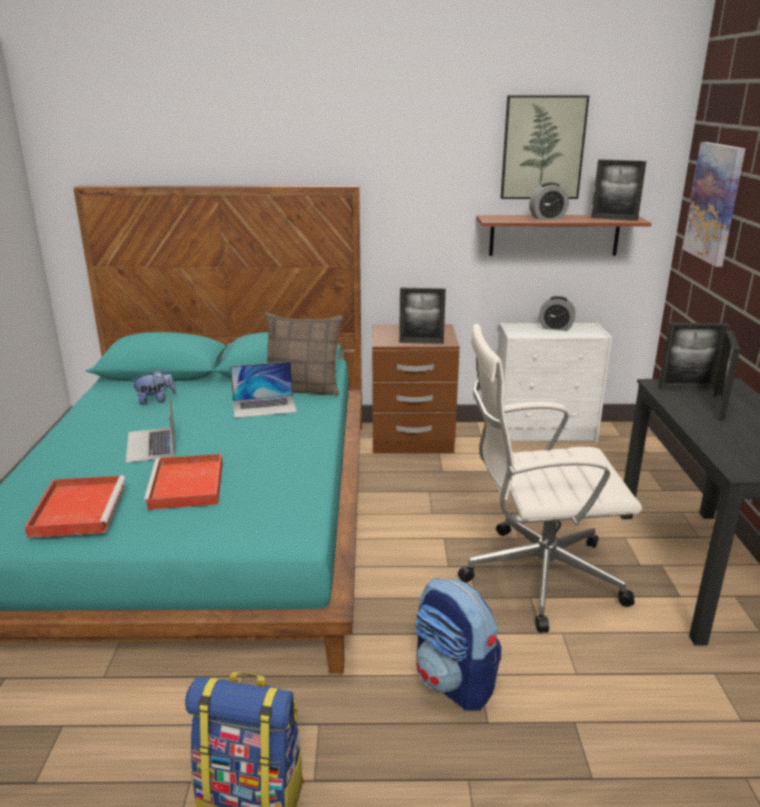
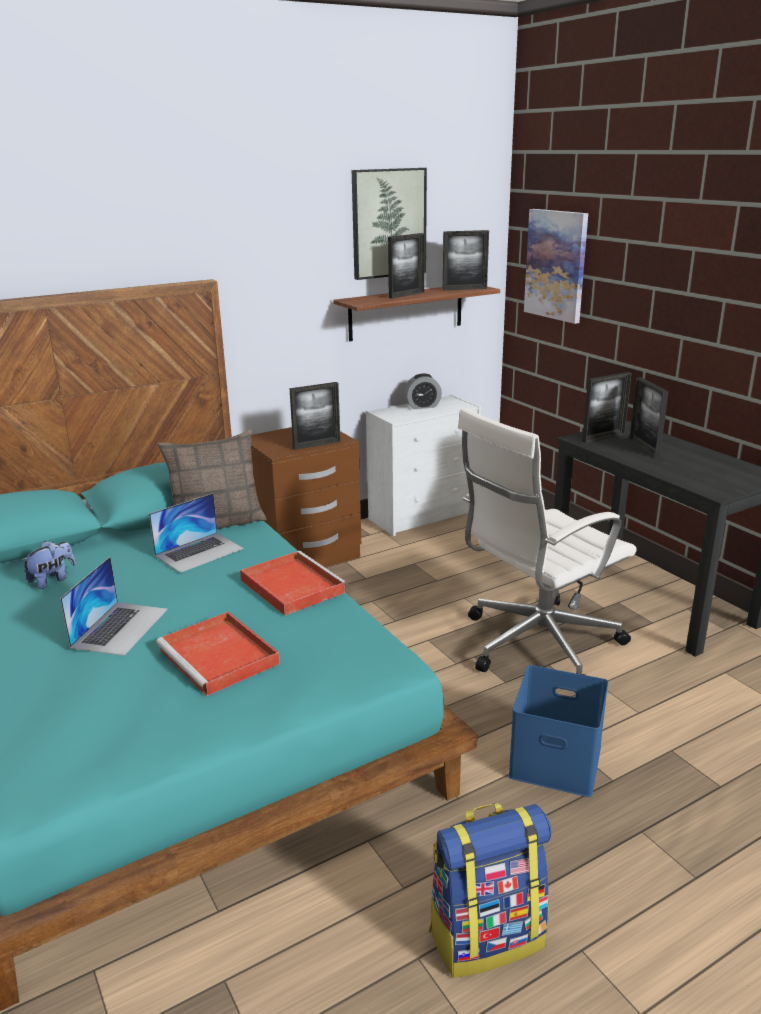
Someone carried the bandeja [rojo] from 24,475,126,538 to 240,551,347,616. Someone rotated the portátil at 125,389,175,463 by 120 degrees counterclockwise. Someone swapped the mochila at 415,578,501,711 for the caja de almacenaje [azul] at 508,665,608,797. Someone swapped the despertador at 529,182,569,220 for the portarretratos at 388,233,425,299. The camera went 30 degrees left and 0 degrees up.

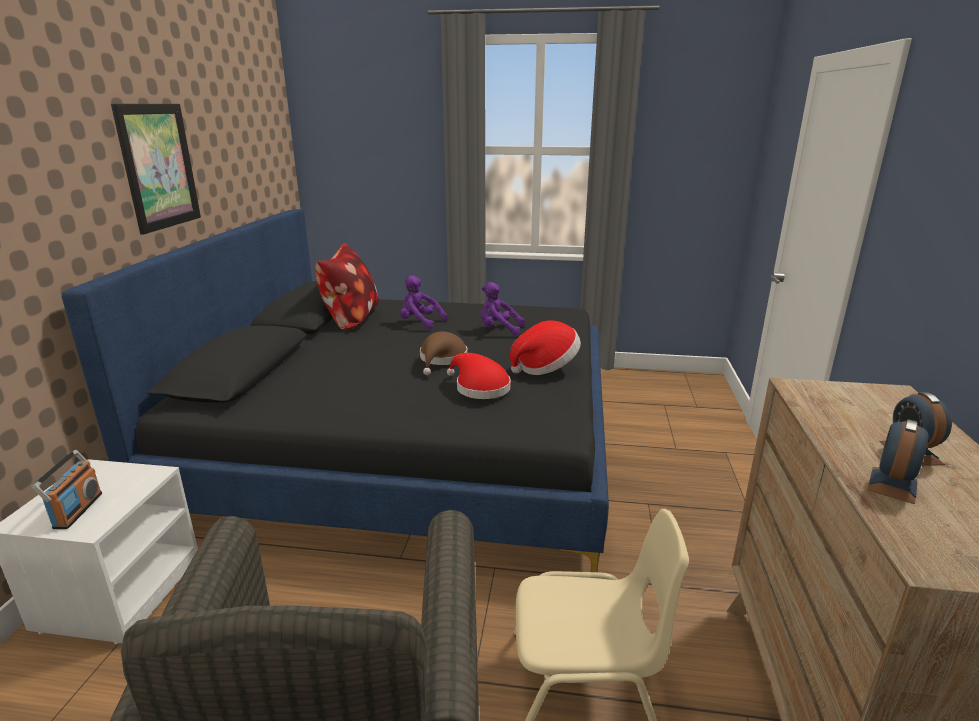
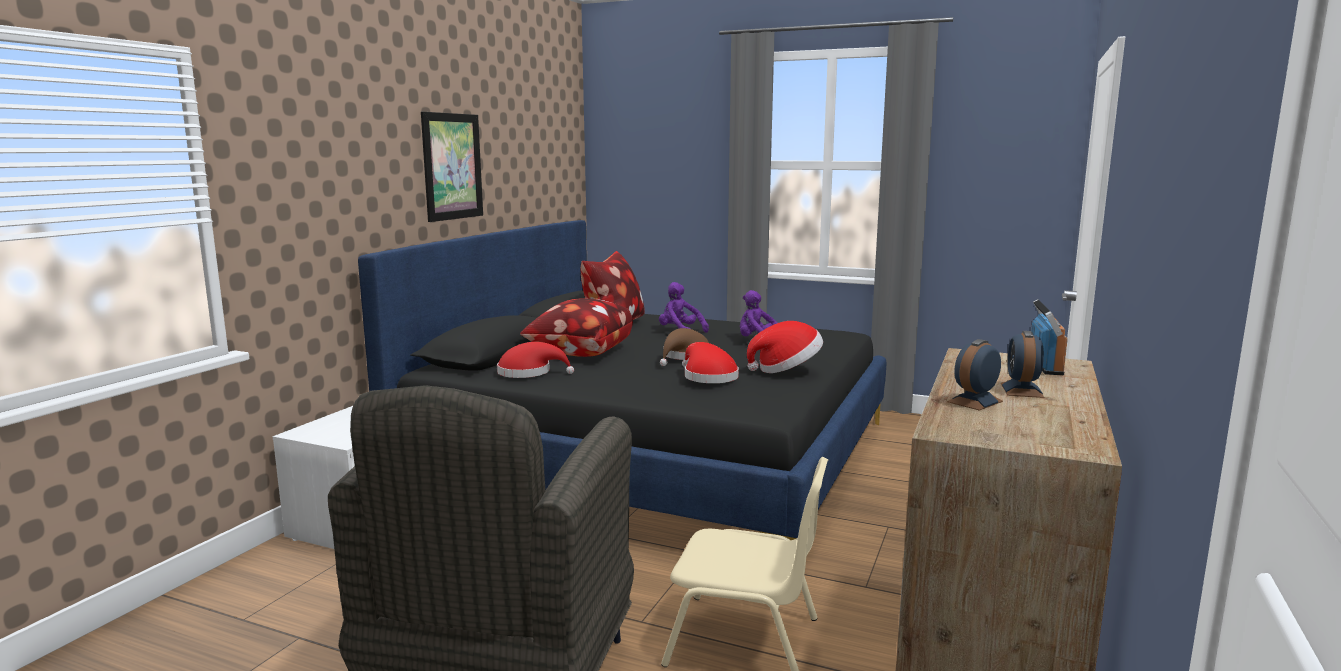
Someone carried the radio from 31,450,102,529 to 1031,299,1068,375. Someone put down the sombrero [rojo] at 497,342,574,378. Someone put down the cojín at 520,298,633,357. The camera went 15 degrees right and 10 degrees down.

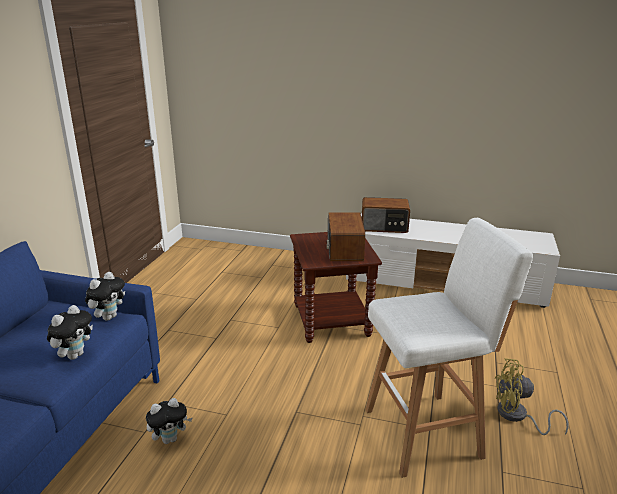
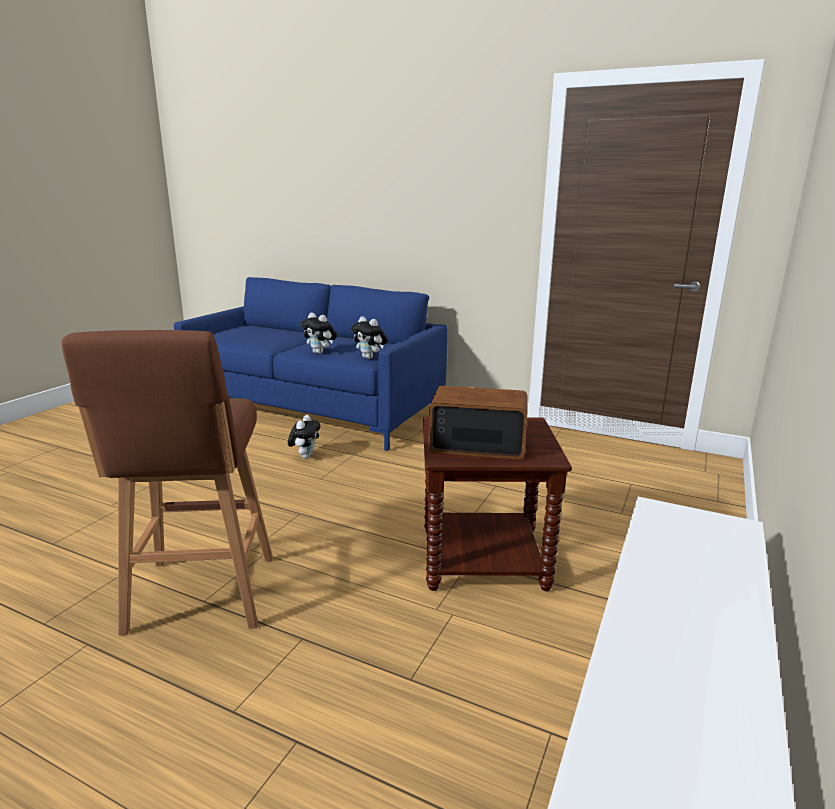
Someone rotated the peluche at 146,398,193,444 by 150 degrees counterclockwise. Someone took away the radio at 362,197,410,233. Someone repainted the taburete [blanco] at 365,218,533,478, which became the taburete [marrón] at 62,330,273,636. Someone took away the ventilador [amarillo] at 495,358,569,435. The camera went 100 degrees right and 5 degrees down.

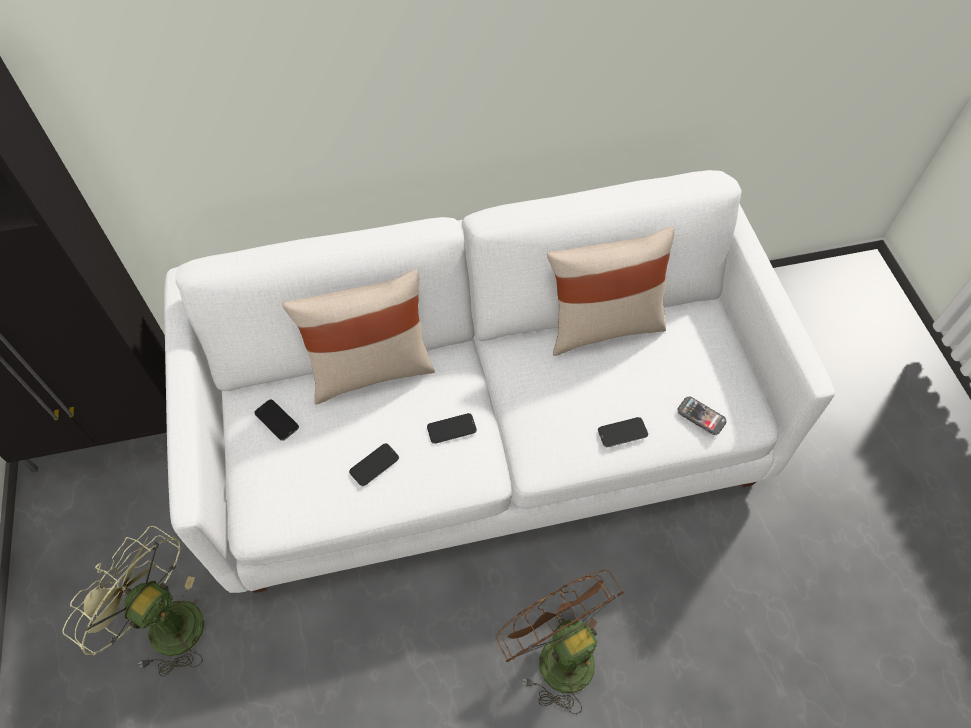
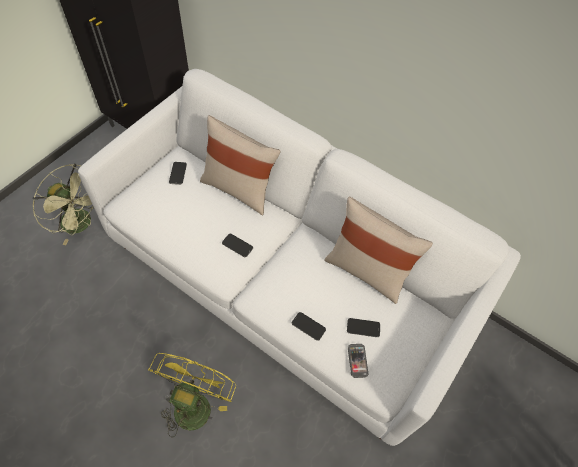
Someone rotated the ventilador [verde] at 63,526,204,677 by 135 degrees clockwise. Someone carried the móvil from 349,443,399,486 to 347,318,380,337. Someone repainted the ventilador [marrón] at 496,570,624,714, which became the ventilador [amarillo] at 148,353,236,438. The camera went 45 degrees right and 0 degrees up.

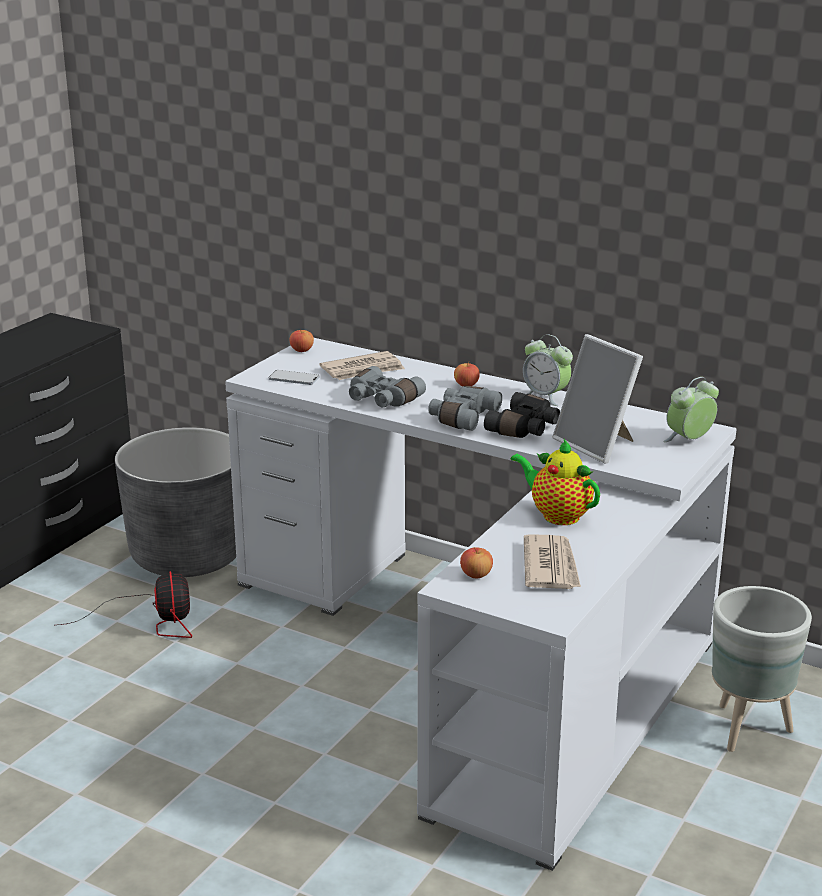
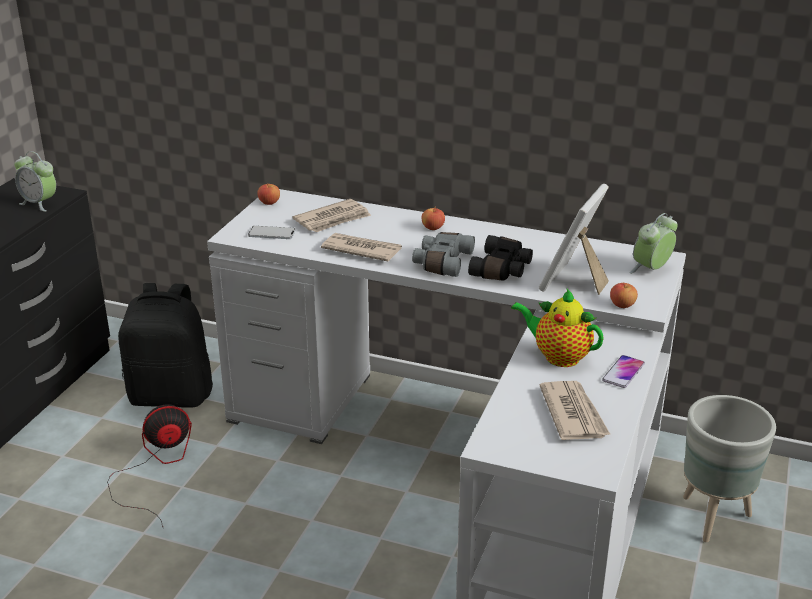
Someone rotated the ventilador at 58,571,192,638 by 90 degrees counterclockwise. Someone swapped the maceta [gris] at 115,427,236,577 for the mochila [negro] at 118,283,213,408. Someone swapped the prismáticos [gris] at 349,366,426,408 for the periódico at 321,233,402,262. Someone carried the manzana from 460,547,493,578 to 610,283,638,308. Someone carried the despertador from 523,334,573,406 to 15,151,56,212. Someone rotated the portarretratos at 552,334,643,464 by 75 degrees clockwise. Someone put down the móvil at 602,355,645,388. The camera went 10 degrees left and 5 degrees up.

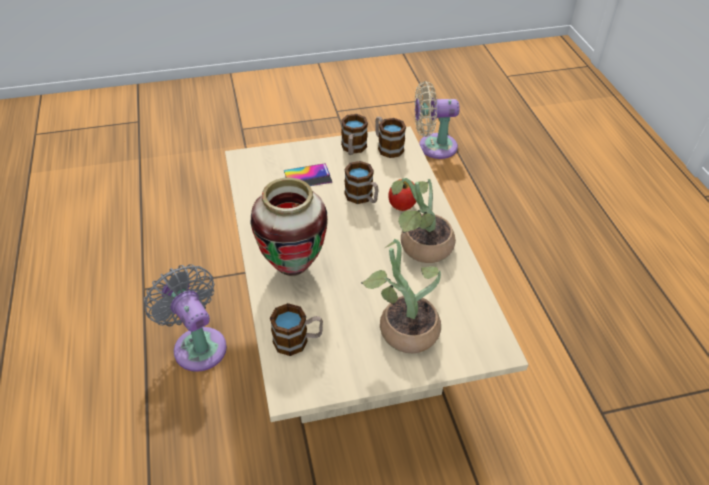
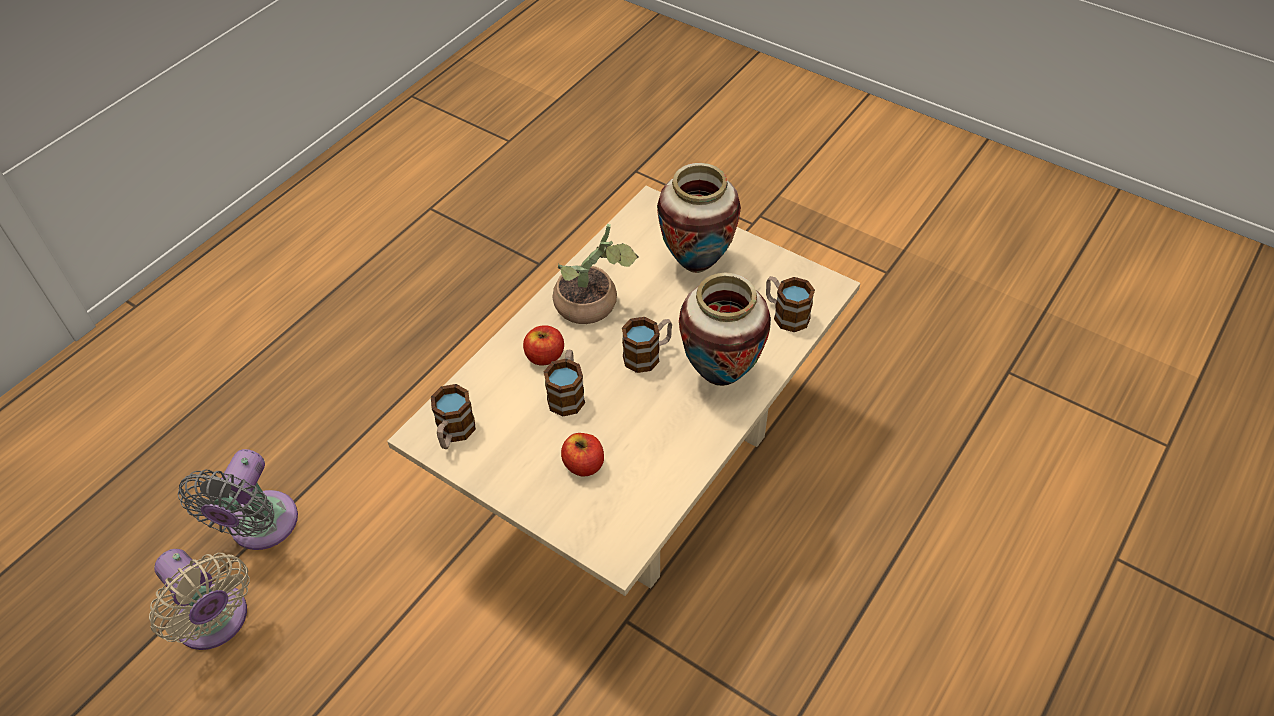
Someone carried the ventilador [gris] from 144,264,227,372 to 178,449,298,550. Someone swapped the móvil at 284,163,333,186 for the manzana at 561,433,604,476. Someone carried the taza grande from 341,114,368,155 to 622,317,672,373. Someone swapped the planta en maceta at 361,239,441,353 for the florero at 657,163,741,273. The camera went 130 degrees left and 5 degrees up.

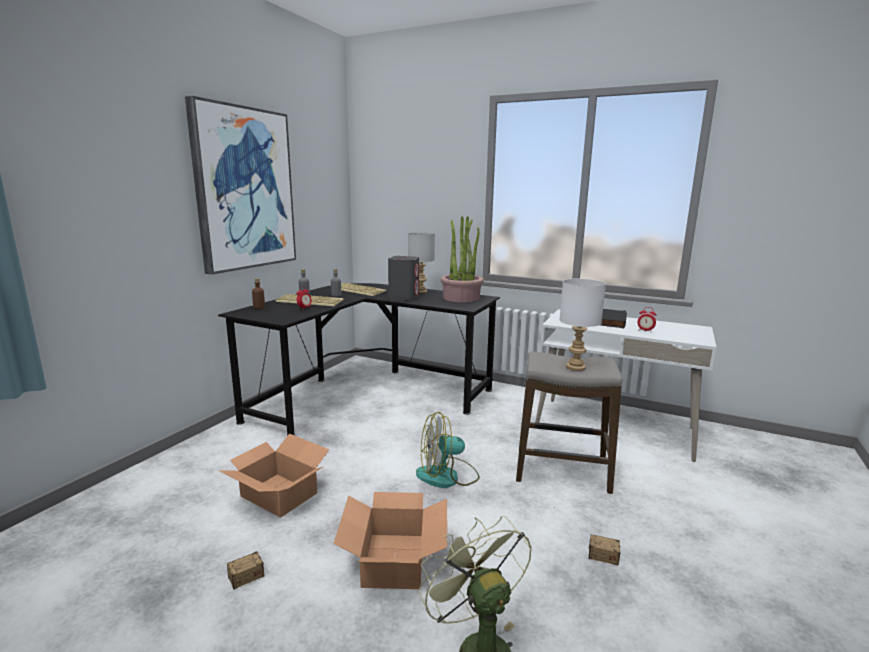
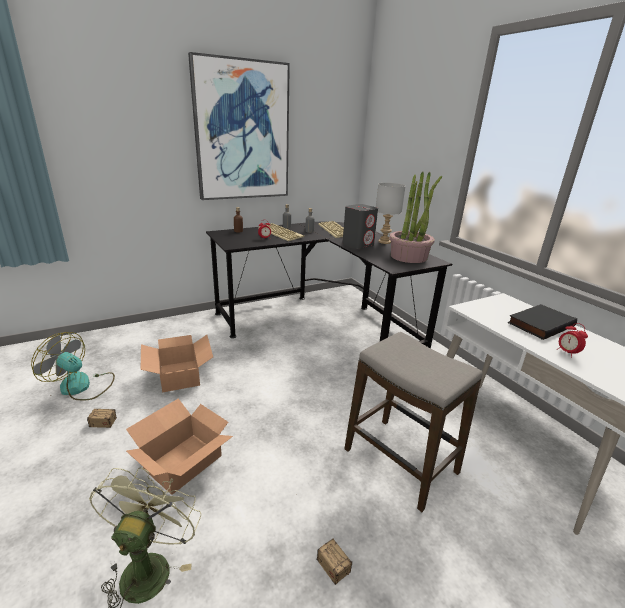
Someone carried the ventilador from 416,412,480,488 to 31,332,115,400. Someone took away the lámpara de mesa [blanco] at 559,279,606,371. The camera went 35 degrees right and 10 degrees up.

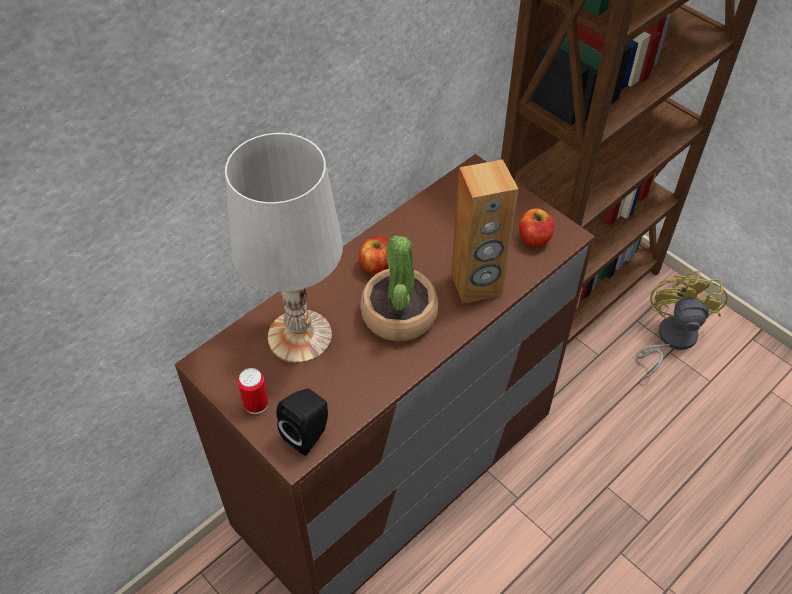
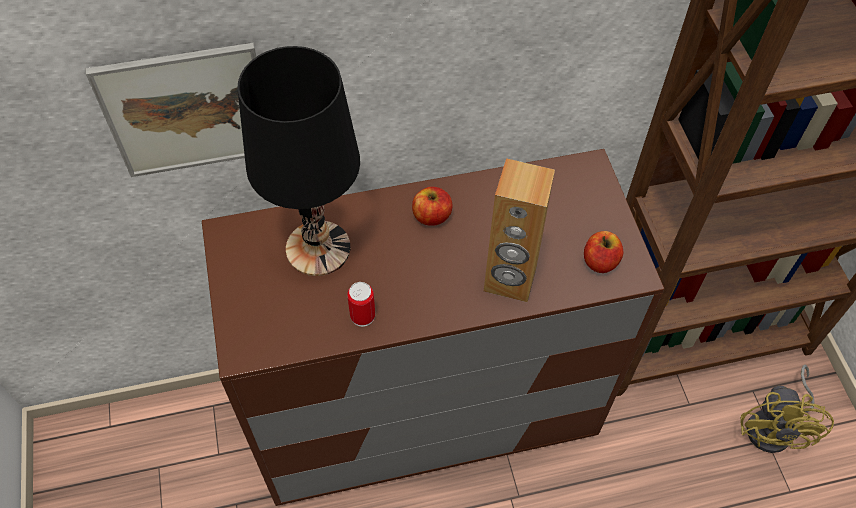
Someone repainted the lámpara de mesa [blanco] at 225,133,343,363, which became the lámpara de mesa [negro] at 237,46,360,276. Someone carried the lata from 238,368,269,414 to 347,282,375,327. Someone took away the altavoz [negro] at 276,389,328,456. Someone took away the planta en maceta at 360,235,438,341. Someone rotated the ventilador [amarillo] at 636,271,728,381 by 150 degrees clockwise. Someone put up the cuadro at 86,43,256,177. The camera went 30 degrees right and 5 degrees up.

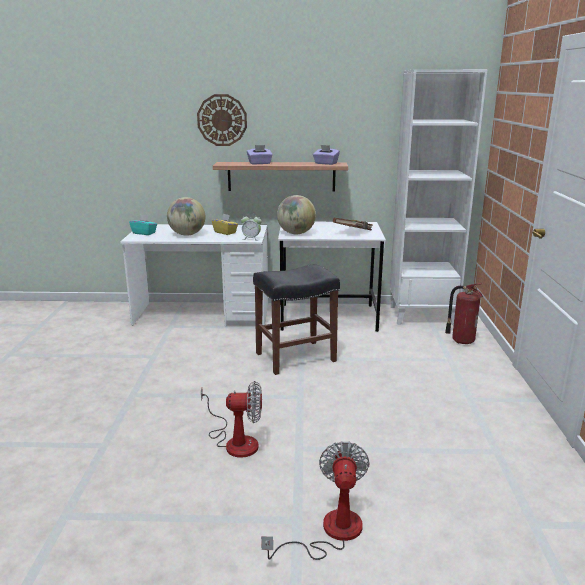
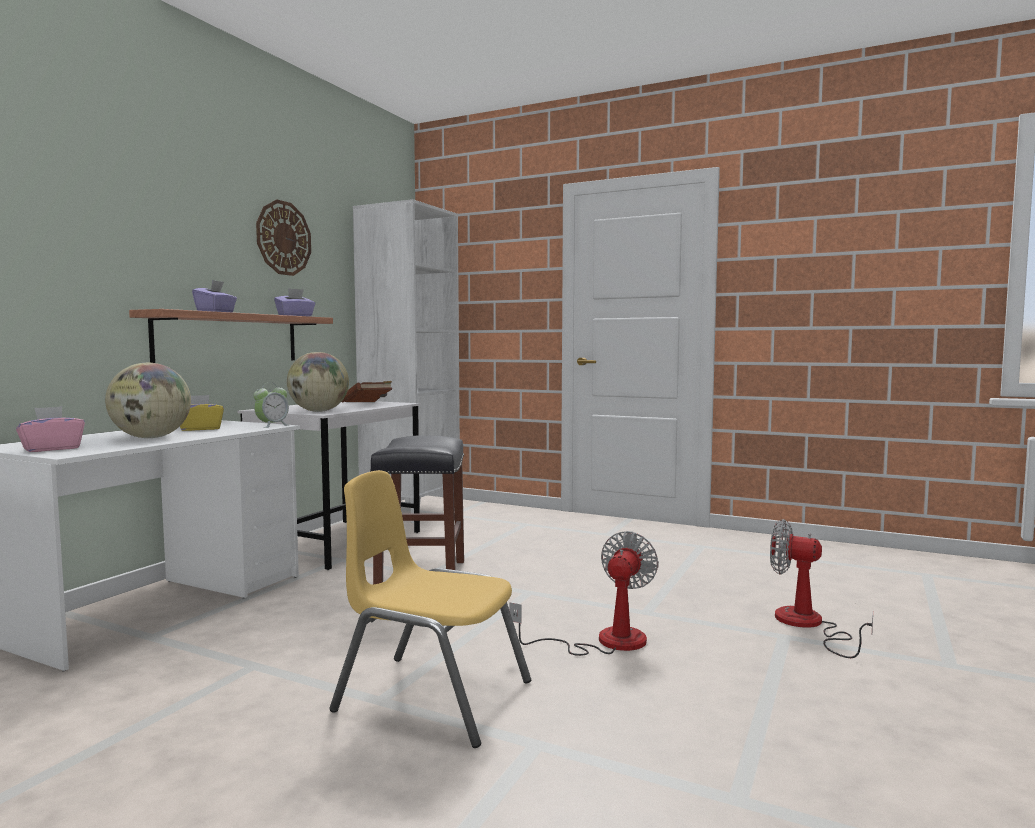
Someone repainted the caja de pañuelos [turquesa] at 129,214,157,235, which became the caja de pañuelos [rosa] at 16,406,85,452. Someone carried the reloj de pared from 197,94,247,146 to 256,200,311,276. Someone took away the extintor at 445,283,483,344. Someone put down the silla [amarillo] at 329,470,531,748. The camera went 65 degrees left and 15 degrees down.

